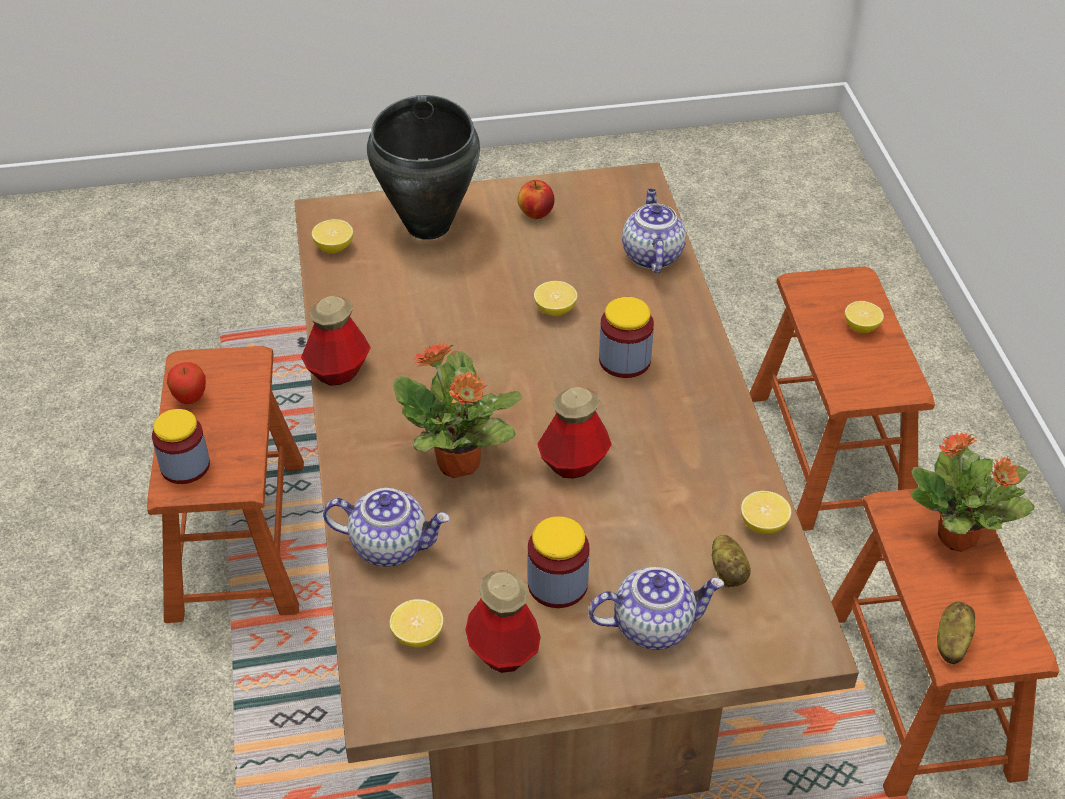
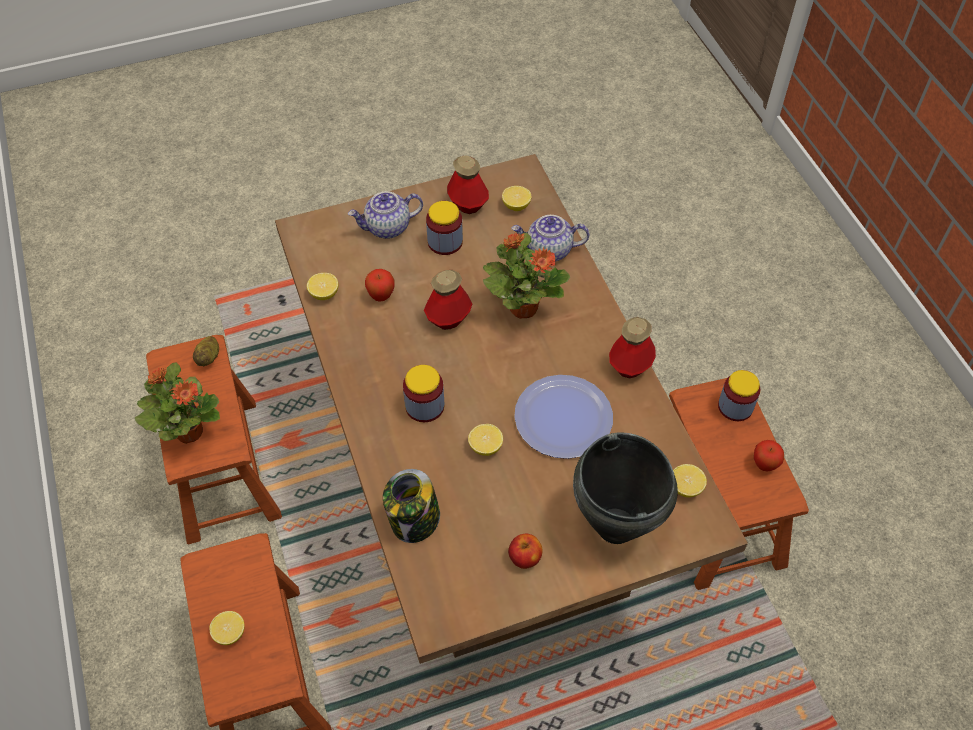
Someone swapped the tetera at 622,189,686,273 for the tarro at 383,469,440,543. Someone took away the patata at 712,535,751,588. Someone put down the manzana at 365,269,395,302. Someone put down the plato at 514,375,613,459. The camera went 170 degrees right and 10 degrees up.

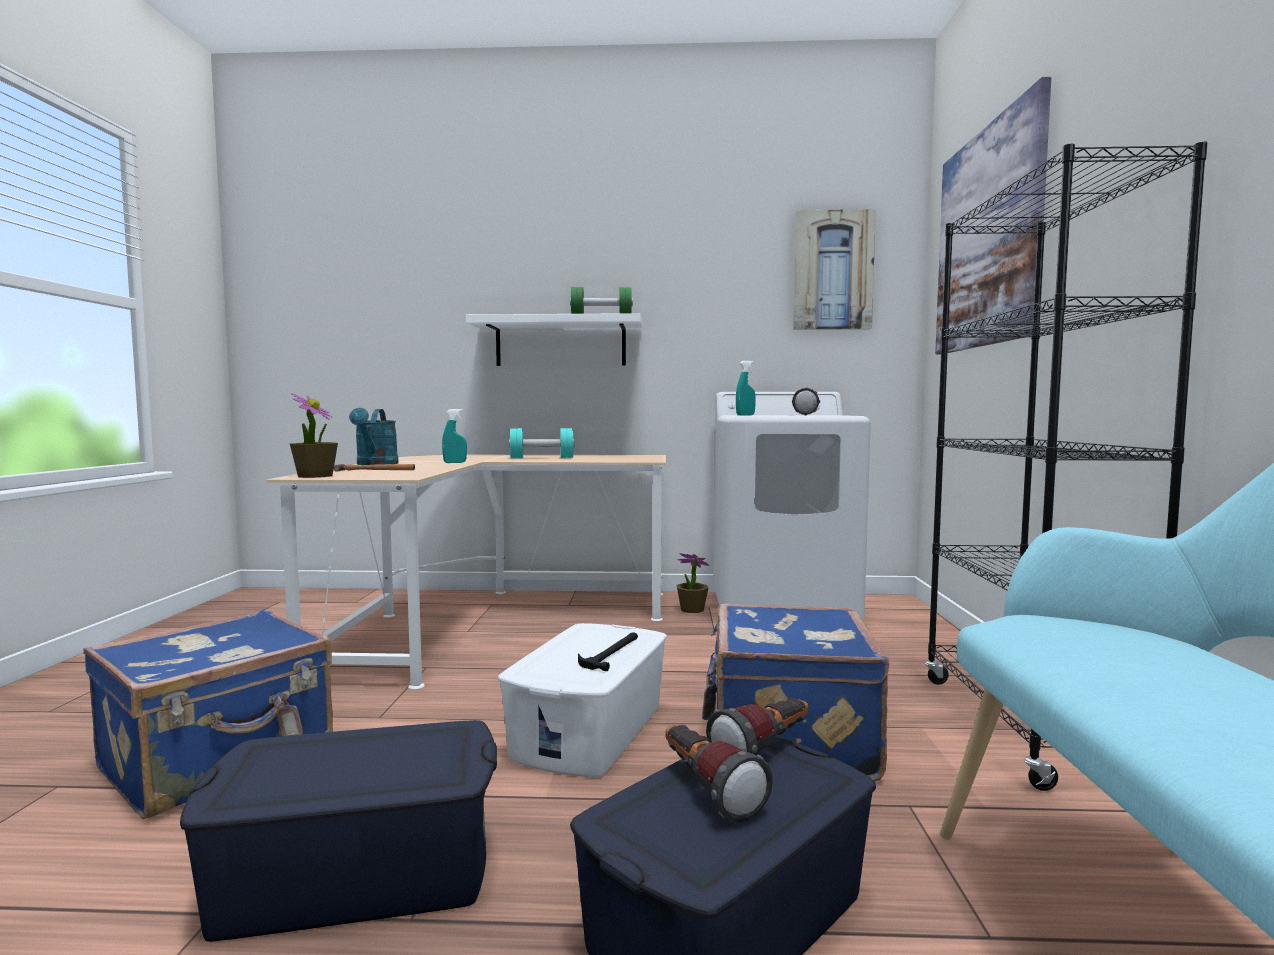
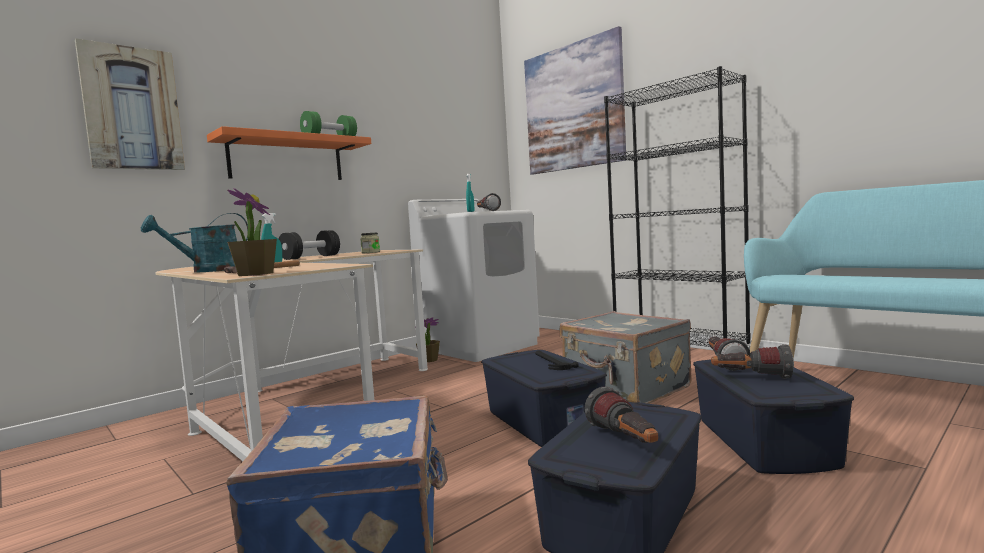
Someone rotated the regadera [turquesa] at 349,408,399,465 by 105 degrees clockwise. Someone repainted the estante [blanco] at 466,313,642,366, which became the estante [naranja] at 207,126,371,180. Someone repainted the caja de almacenaje [blanco] at 498,623,667,778, which became the caja de almacenaje [azul] at 481,350,607,447. Someone repainted the mancuerna [turquesa] at 509,428,575,458, which became the mancuerna [negro] at 279,230,340,260. Someone repainted the maleta [azul] at 702,603,889,781, which became the maleta [gris] at 560,311,692,404. Someone carried the cuadro from 793,209,876,330 to 75,38,185,170. Someone put down the tarro at 360,232,380,253. Someone put down the linterna at 584,387,658,443. The camera went 45 degrees left and 0 degrees up.

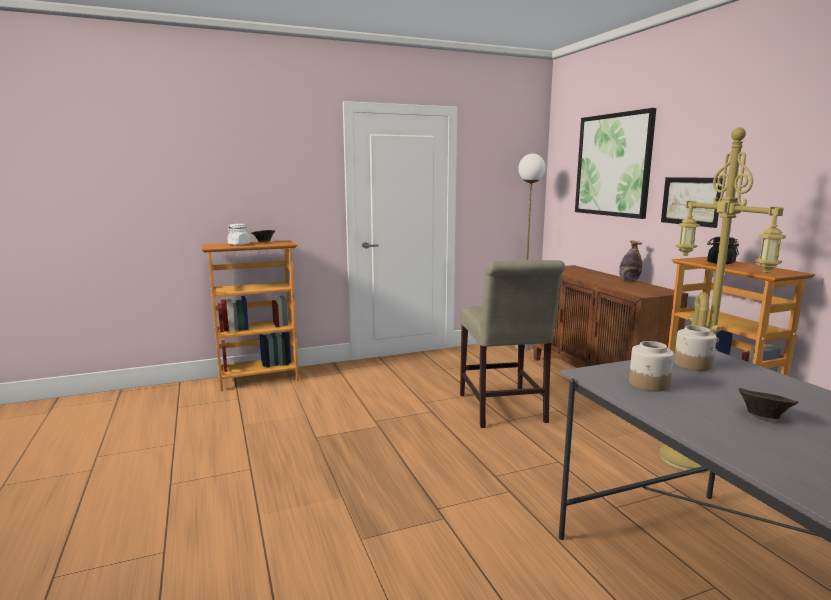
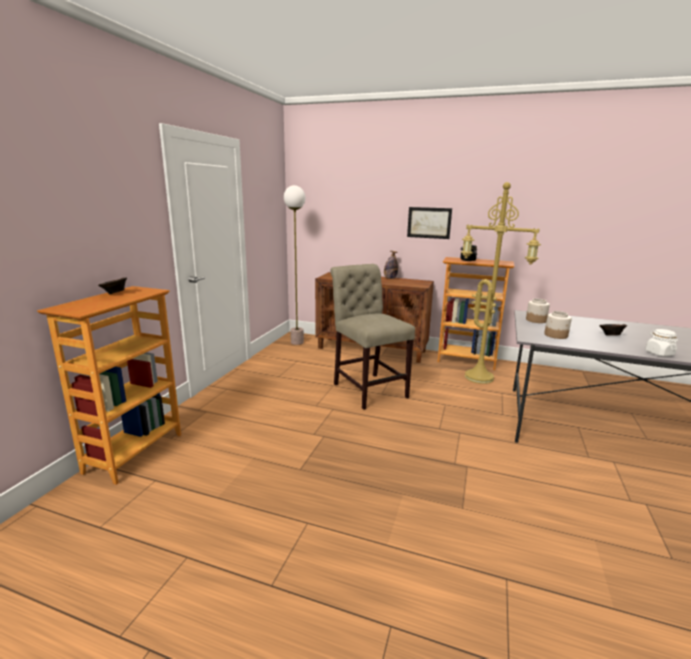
Someone carried the tarro [blanco] from 227,224,250,245 to 645,329,678,356. Someone rotated the silla [beis] at 460,260,565,428 by 150 degrees counterclockwise. Someone took away the cuadro at 575,108,656,219. The camera went 50 degrees left and 5 degrees up.

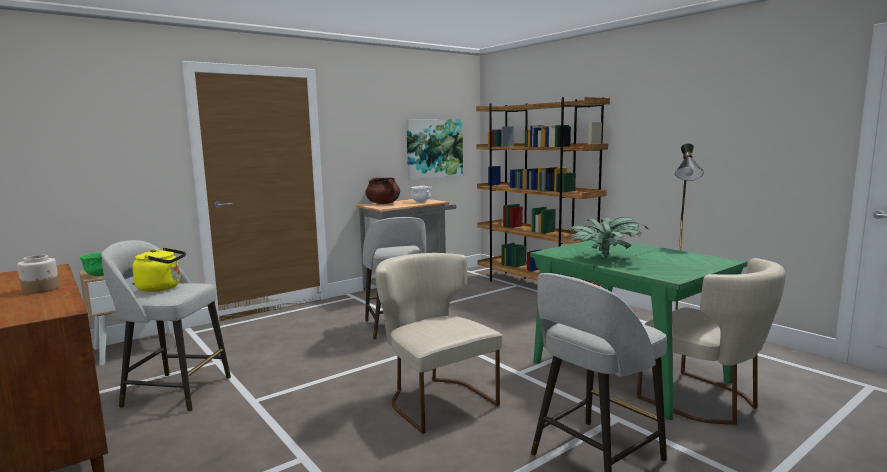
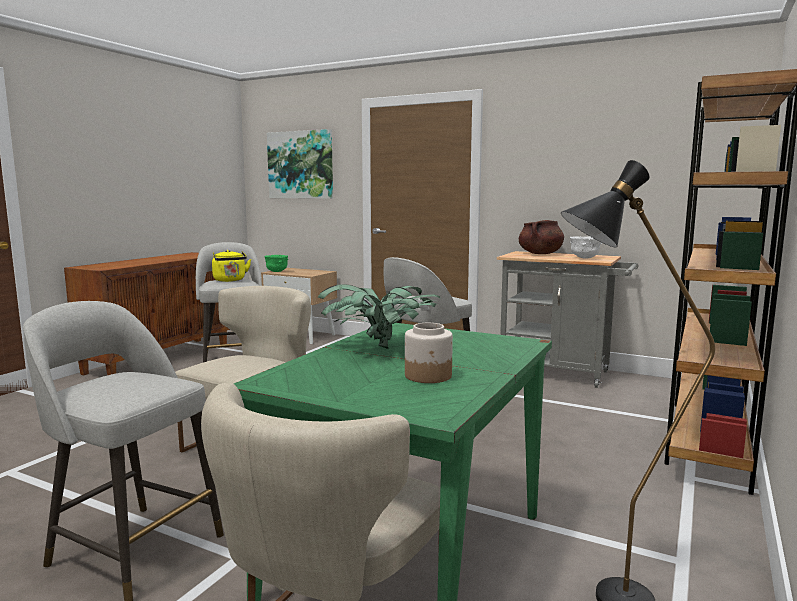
Someone carried the tarro from 17,255,60,294 to 405,323,453,383. Someone carried the cuadro from 406,119,463,180 to 267,129,333,199. The camera went 65 degrees right and 0 degrees up.

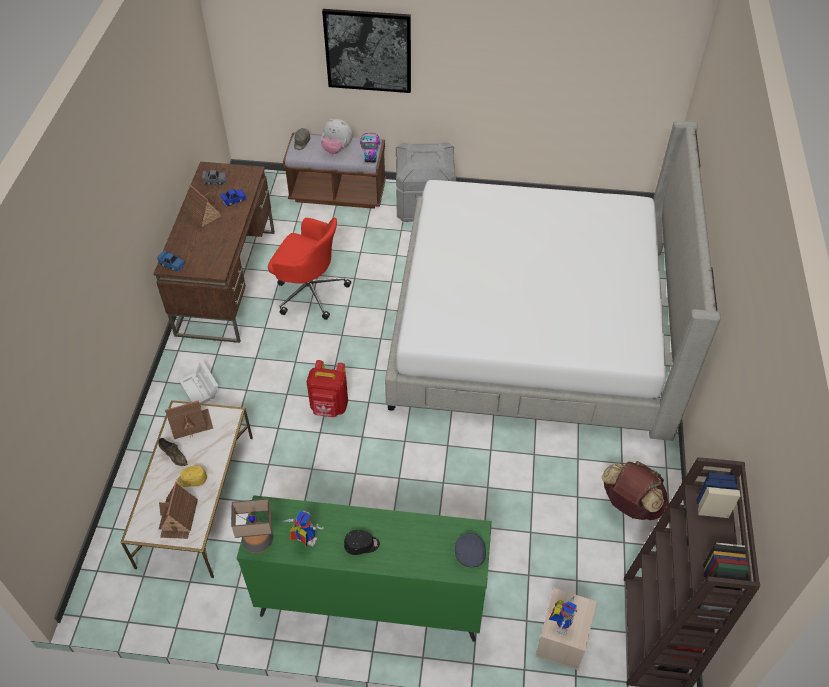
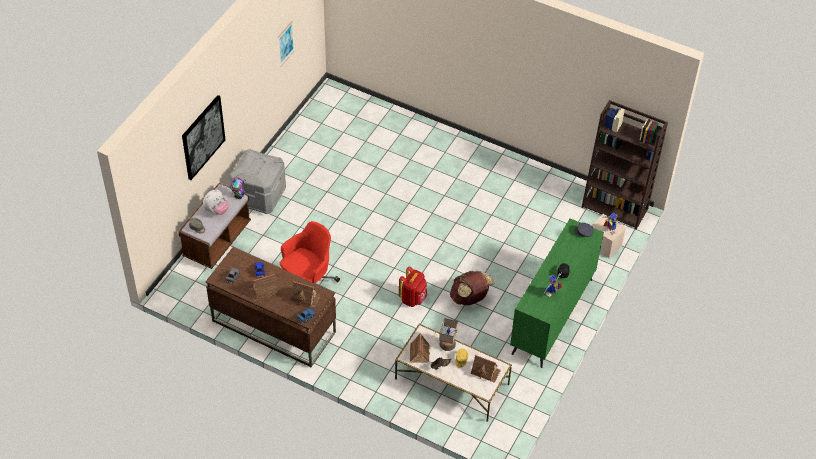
Someone took away the caja de almacenaje [blanco] at 179,361,218,403. Someone carried the lámpara de mesa from 231,498,273,553 to 439,318,458,351. Someone took away the cama at 385,121,721,441. Someone carried the mochila [marrón] from 602,461,669,520 to 450,271,494,305. Someone put up the cuadro at 278,21,295,67. Someone put down the casita at 291,281,321,308. The camera went 70 degrees left and 0 degrees up.

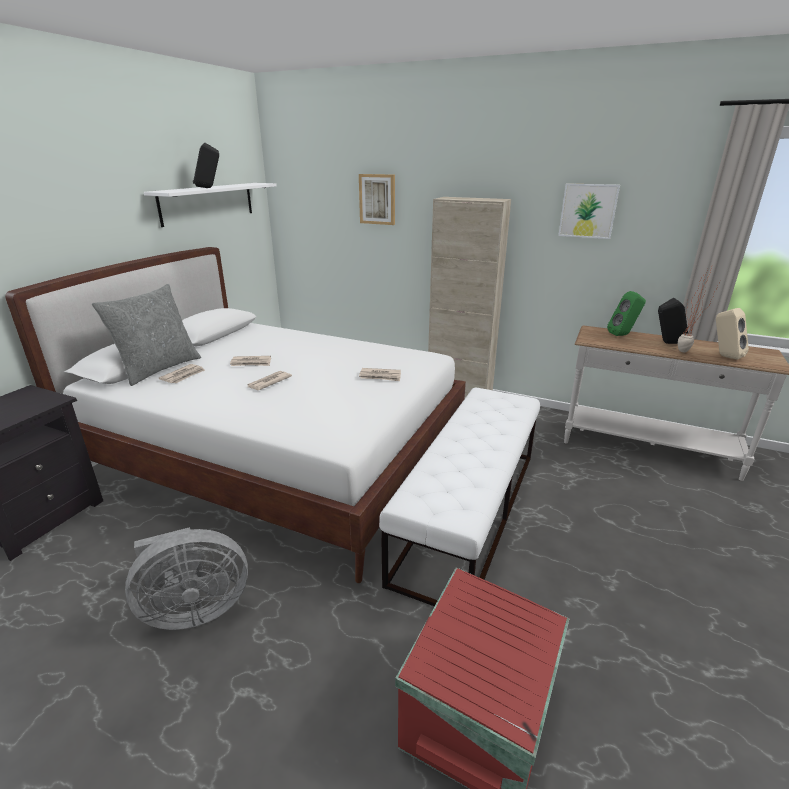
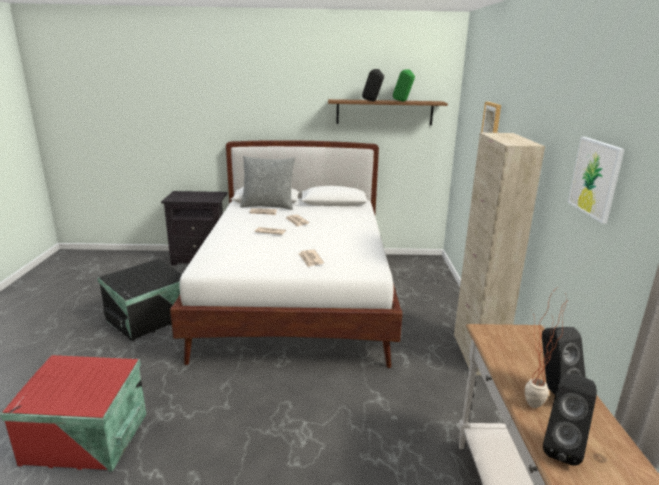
Someone swapped the ventilador [gris] at 125,527,248,630 for the caja de almacenaje [negro] at 98,259,182,341. Someone repainted the estante [blanco] at 144,183,277,227, which became the estante [marrón] at 328,99,448,125. Someone took away the banco [blanco] at 379,388,540,606. Someone carried the altavoz [verde] from 607,291,646,336 to 393,69,415,101. Someone repainted the altavoz [beis] at 716,308,749,360, which became the altavoz [negro] at 543,373,597,465. The camera went 65 degrees right and 5 degrees down.

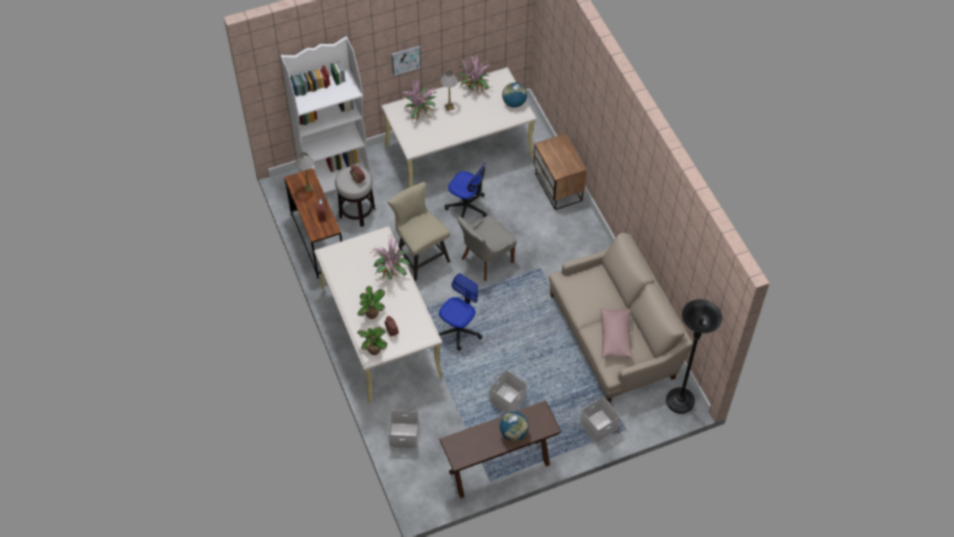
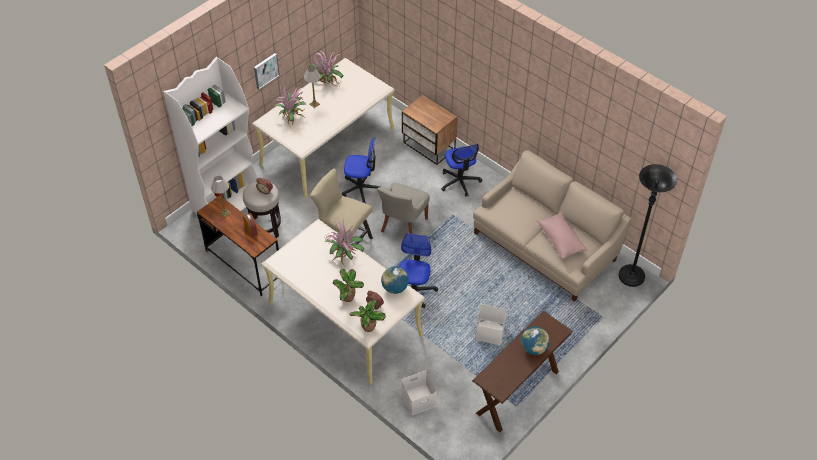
Someone carried the globo terráqueo from 502,82,527,108 to 381,266,409,294. Someone took away the caja de almacenaje [blanco] at 580,397,620,443. Someone put down the silla de oficina at 441,144,482,197. The camera went 25 degrees left and 5 degrees down.

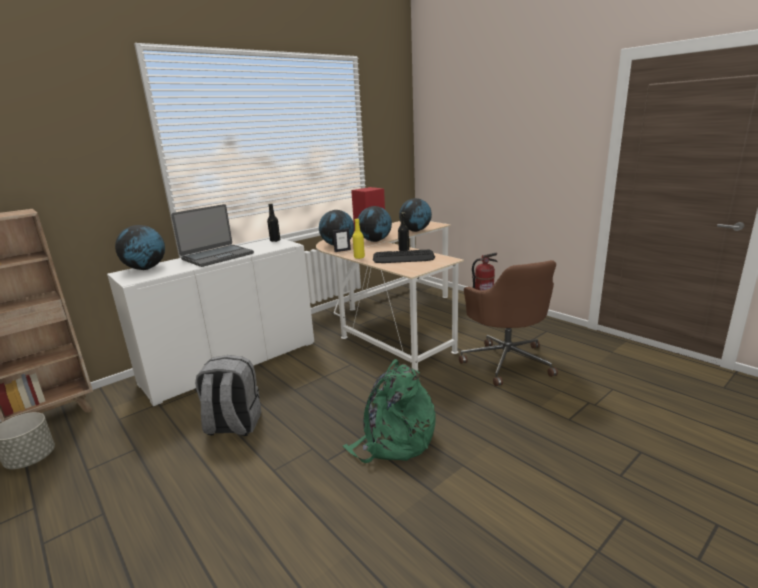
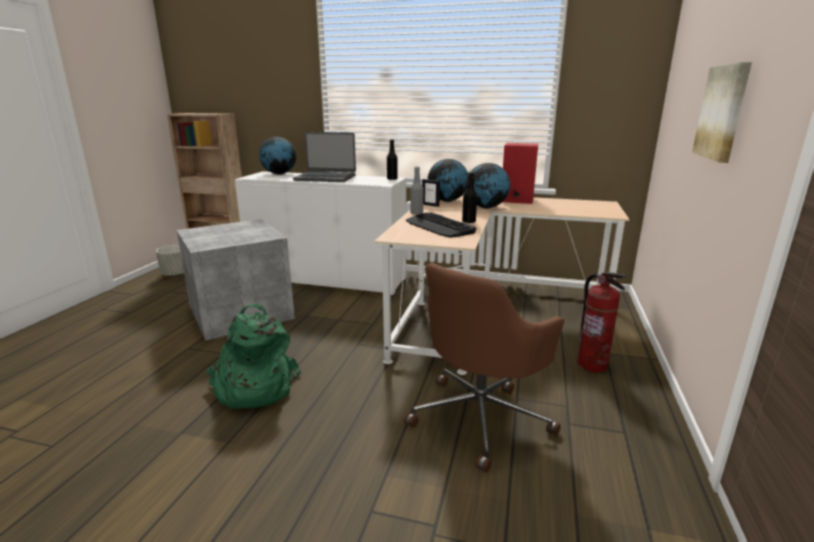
Someone swapped the mochila [gris] at 195,355,262,436 for the caja de almacenaje [gris] at 177,219,295,341. Someone repainted the botella [amarillo] at 353,218,365,259, which became the botella [gris] at 410,167,423,215. Someone took away the globo terráqueo at 399,198,432,232. Someone put up the cuadro at 692,62,752,163. The camera went 55 degrees right and 0 degrees up.

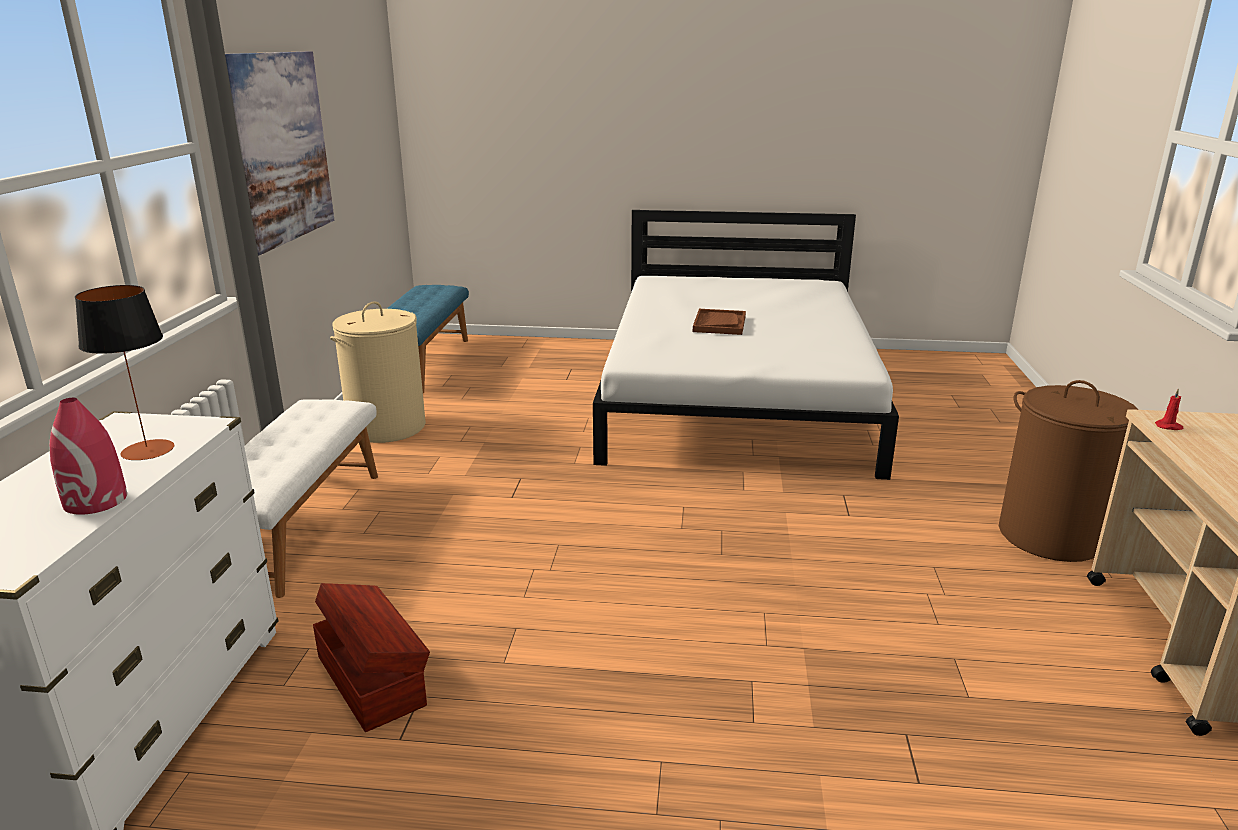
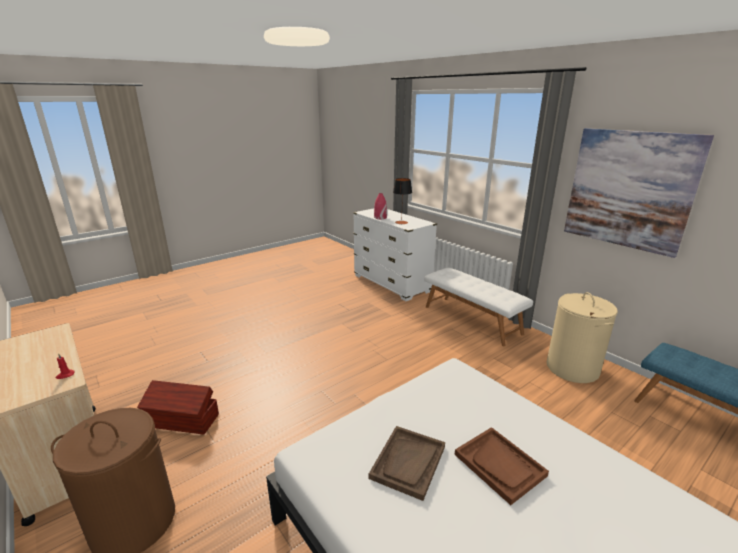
Someone carried the caja de almacenaje [marrón] from 313,583,430,732 to 137,380,219,435. Someone put down the bandeja [marrón] at 369,426,445,501. The camera went 135 degrees right and 0 degrees up.

